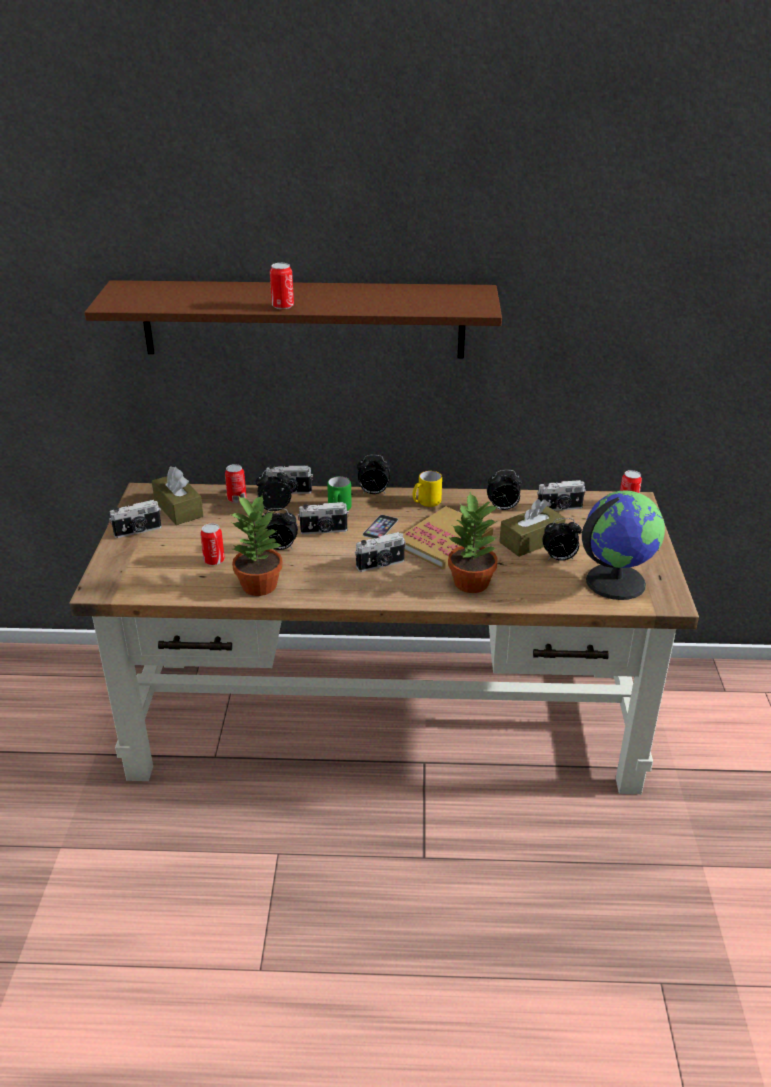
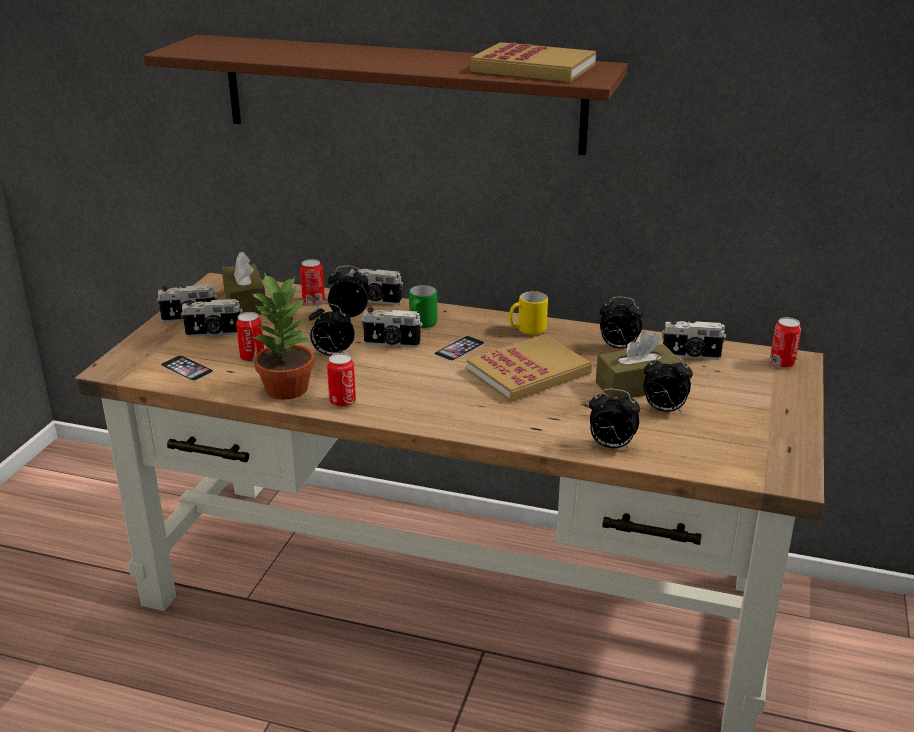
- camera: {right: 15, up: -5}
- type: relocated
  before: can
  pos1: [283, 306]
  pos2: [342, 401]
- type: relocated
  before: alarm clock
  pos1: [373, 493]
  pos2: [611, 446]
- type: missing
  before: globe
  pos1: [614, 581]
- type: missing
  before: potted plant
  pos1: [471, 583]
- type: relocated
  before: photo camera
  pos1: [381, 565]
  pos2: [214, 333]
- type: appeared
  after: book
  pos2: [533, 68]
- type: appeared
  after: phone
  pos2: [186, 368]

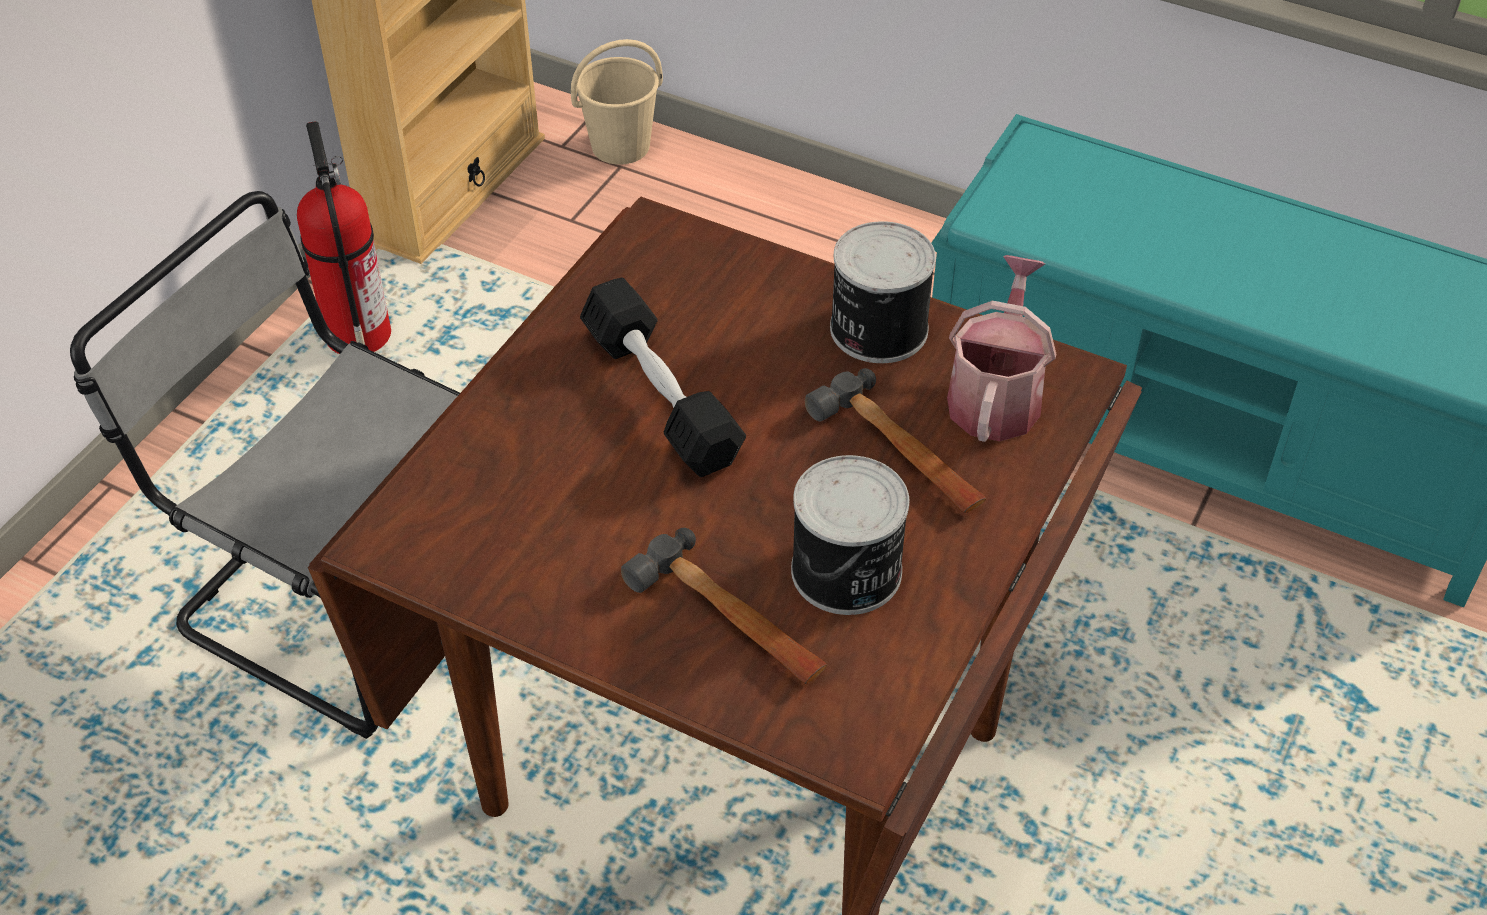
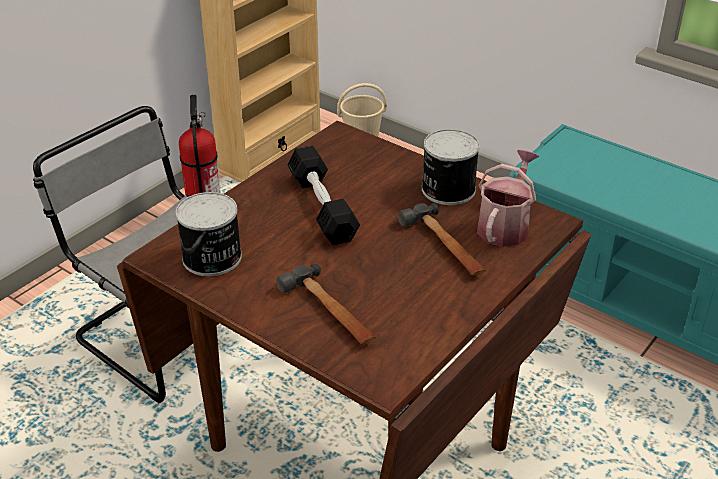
- camera: {right: 10, up: -10}
- type: relocated
  before: can
  pos1: [848, 573]
  pos2: [212, 258]

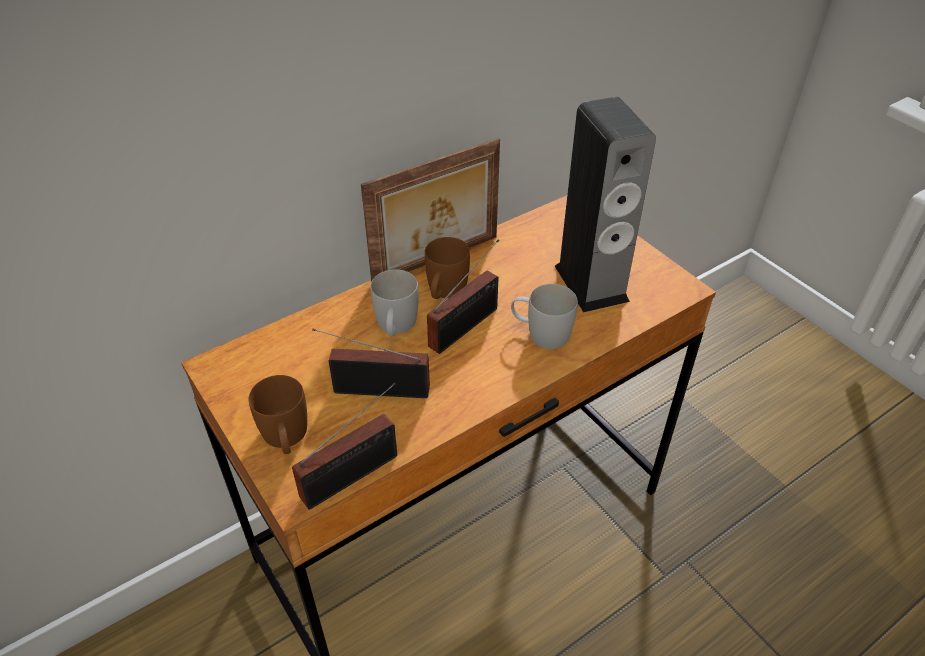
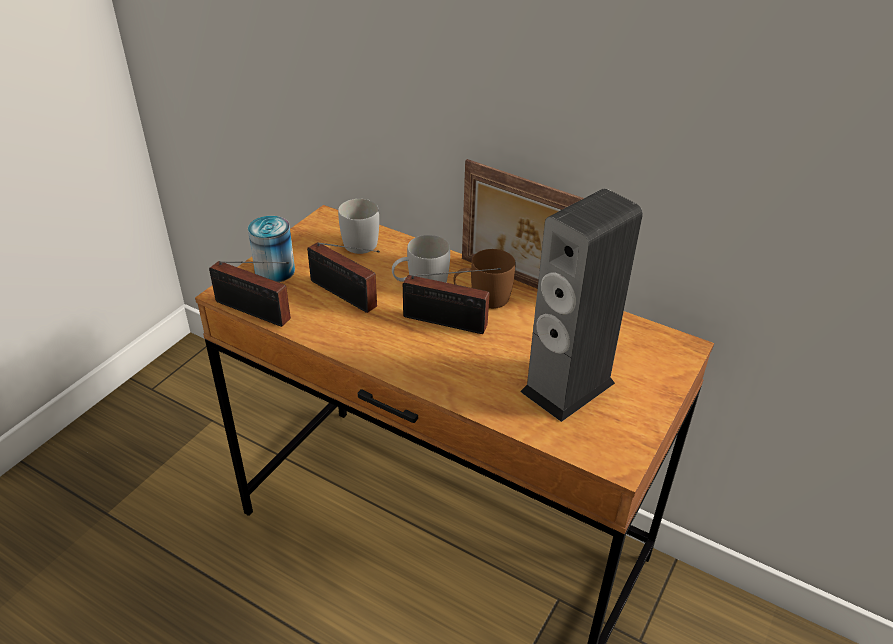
- camera: {right: 65, up: -5}
- type: relocated
  before: white mug
  pos1: [540, 333]
  pos2: [361, 240]
- type: spun
  before: radio
  pos1: [376, 388]
  pos2: [346, 296]
  turn: 150
- type: exchanged
  before: brown mug
  after: can
  pos1: [286, 439]
  pos2: [275, 271]

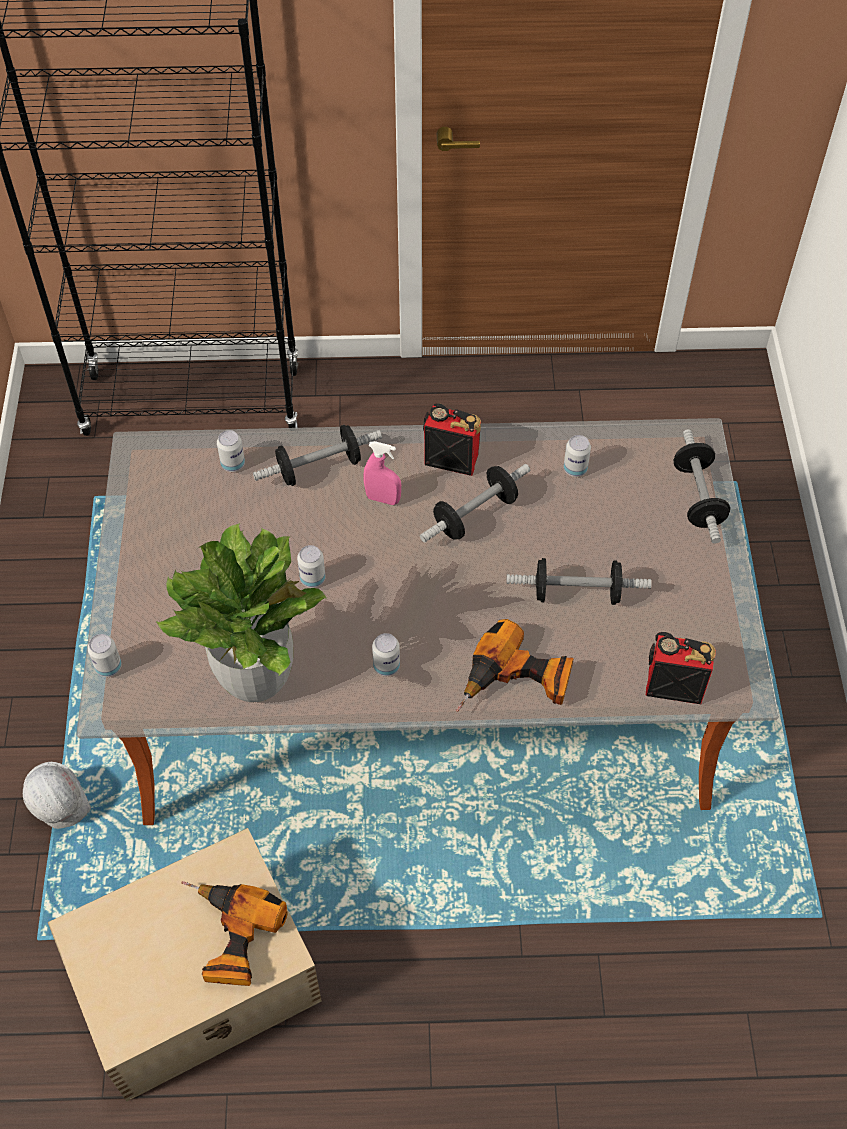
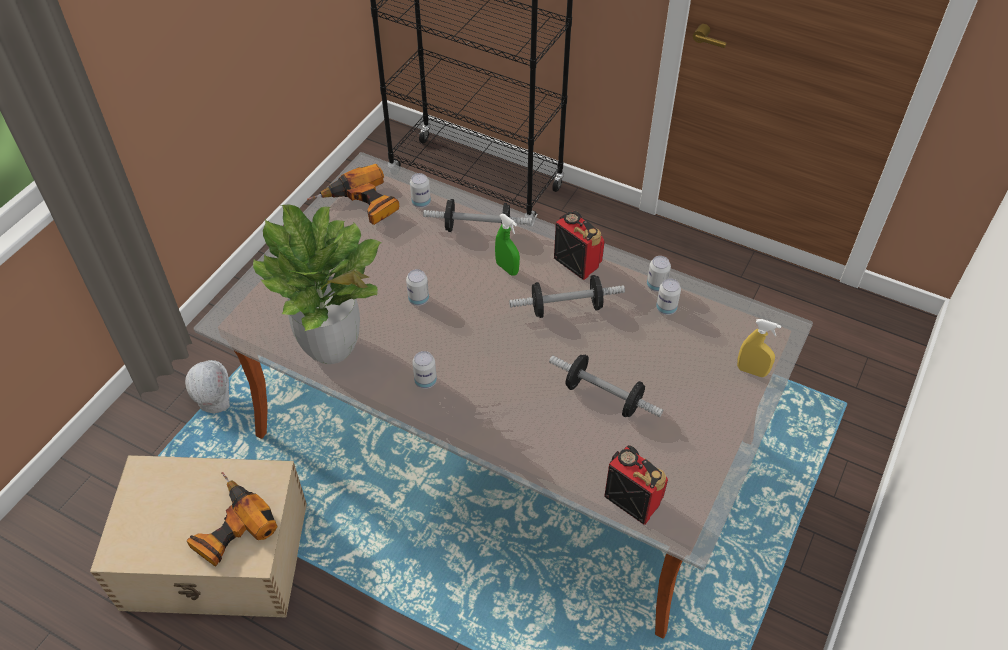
- camera: {right: 30, up: -5}
- type: exchanged
  before: dumbbell
  after: yellow spray bottle
  pos1: [698, 497]
  pos2: [751, 371]
- type: colour
  before: pink spray bottle
  after: green spray bottle
  pos1: [383, 499]
  pos2: [507, 268]
- type: relocated
  before: power drill
  pos1: [517, 683]
  pos2: [361, 205]
- type: relocated
  before: can
  pos1: [108, 667]
  pos2: [656, 286]

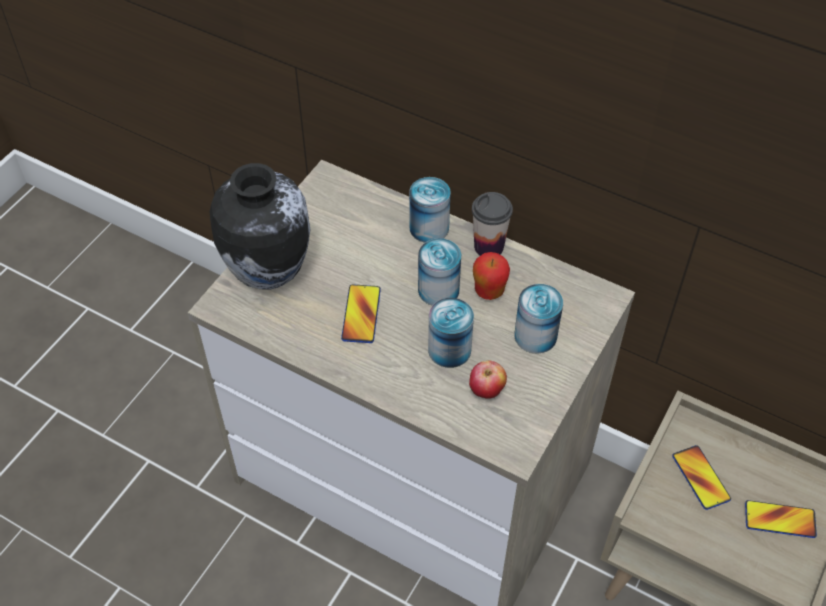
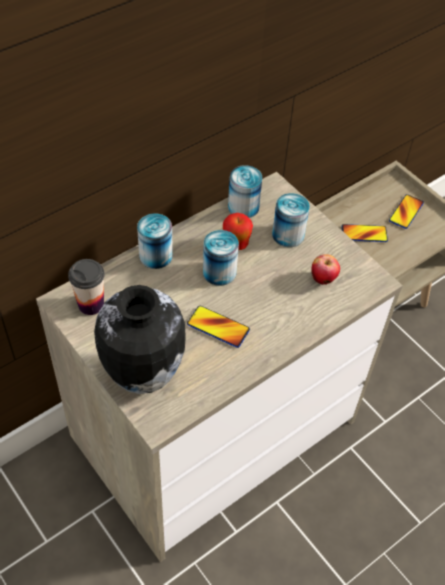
- camera: {right: -70, up: 0}
- type: relocated
  before: cup
  pos1: [488, 246]
  pos2: [91, 304]
- type: relocated
  before: can
  pos1: [449, 349]
  pos2: [243, 207]

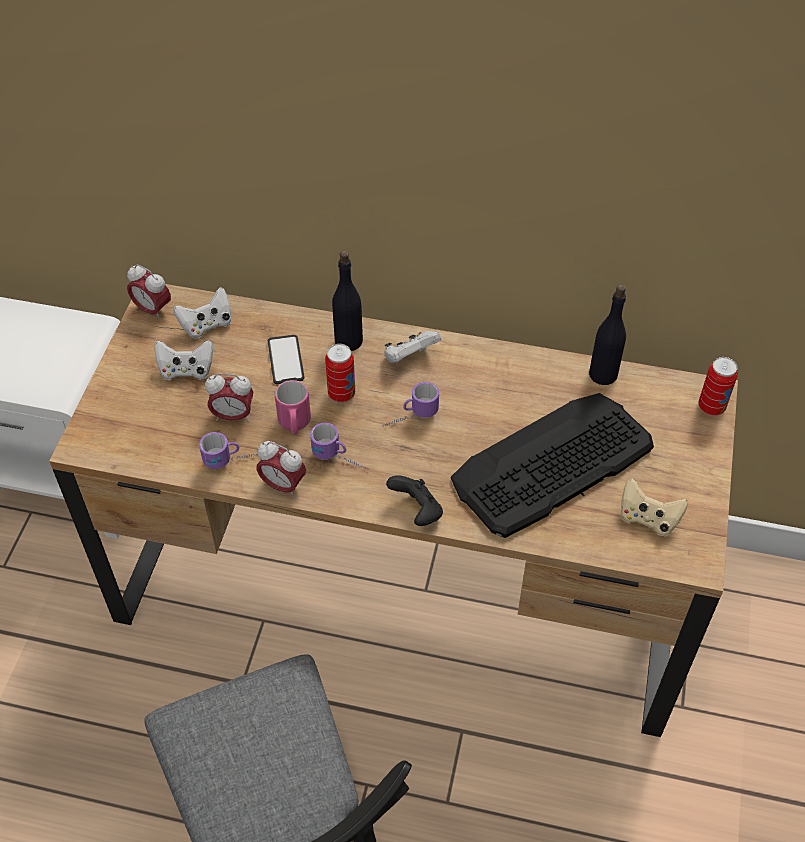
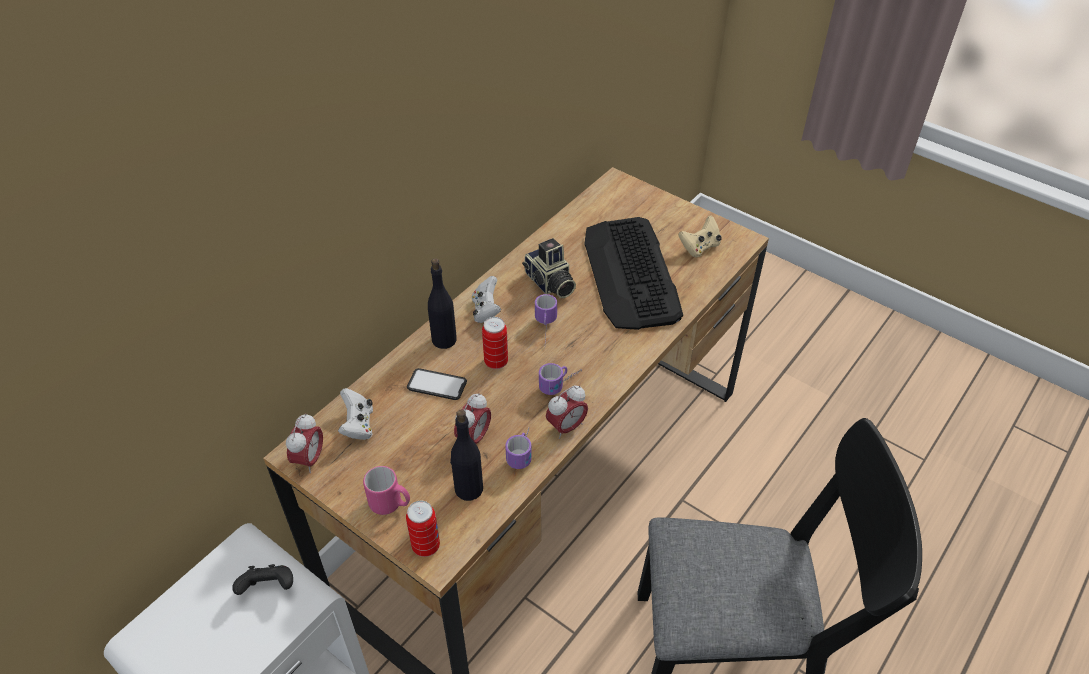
- camera: {right: -65, up: -5}
- type: spun
  before: alarm clock
  pos1: [153, 310]
  pos2: [309, 459]
  turn: -45
- type: relocated
  before: black bottle
  pos1: [603, 374]
  pos2: [468, 489]
- type: missing
  before: white game controller
  pos1: [186, 370]
- type: relocated
  before: can
  pos1: [711, 407]
  pos2: [426, 546]
- type: relocated
  before: pink mug
  pos1: [294, 424]
  pos2: [390, 504]
- type: relocated
  before: black game controller
  pos1: [417, 511]
  pos2: [269, 587]
- type: appeared
  after: photo camera
  pos2: [549, 283]

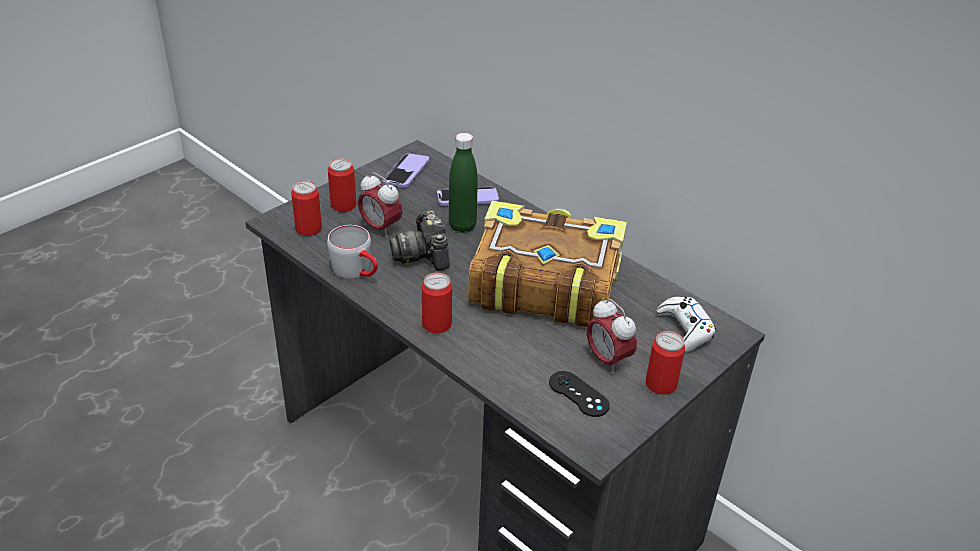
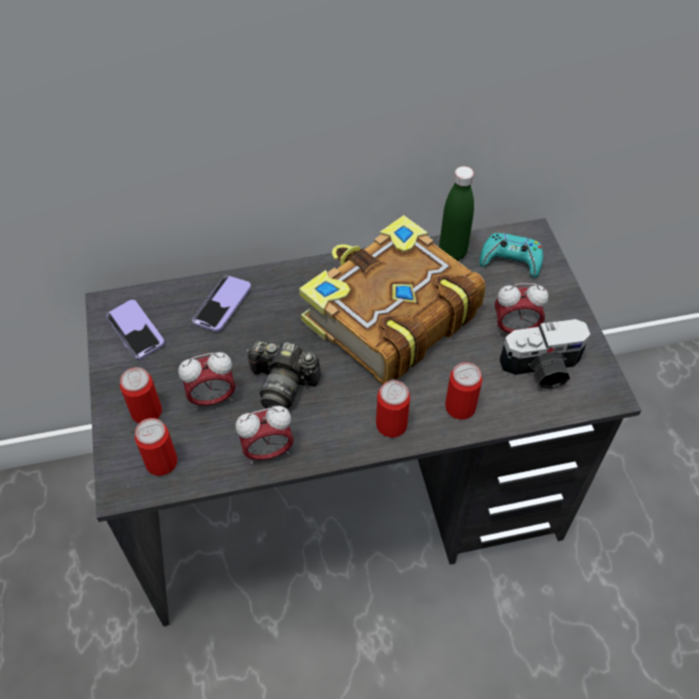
- camera: {right: -55, up: 15}
- type: relocated
  before: green bottle
  pos1: [462, 226]
  pos2: [452, 253]
- type: exchanged
  before: grey mug
  after: alarm clock
  pos1: [357, 272]
  pos2: [268, 451]
- type: colour
  before: white game controller
  after: turquoise game controller
  pos1: [684, 329]
  pos2: [510, 260]
- type: relocated
  before: can
  pos1: [661, 384]
  pos2: [460, 407]
- type: exchanged
  before: black game controller
  after: photo camera
  pos1: [578, 394]
  pos2: [542, 370]

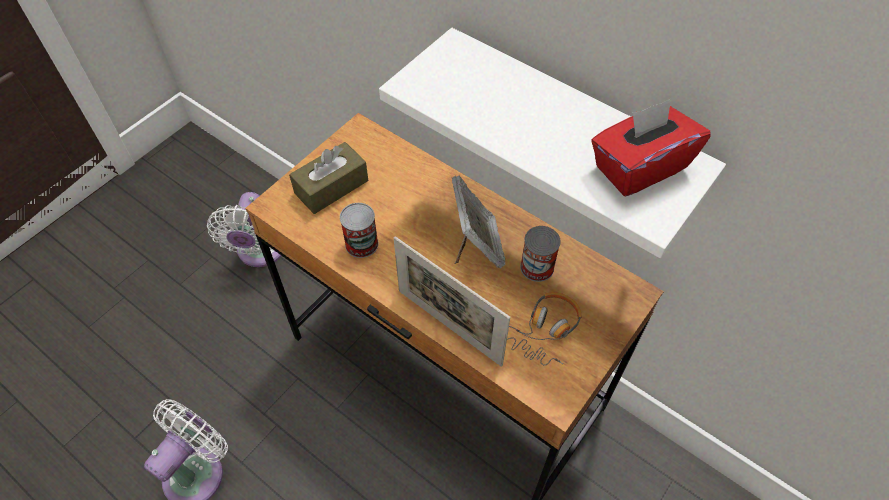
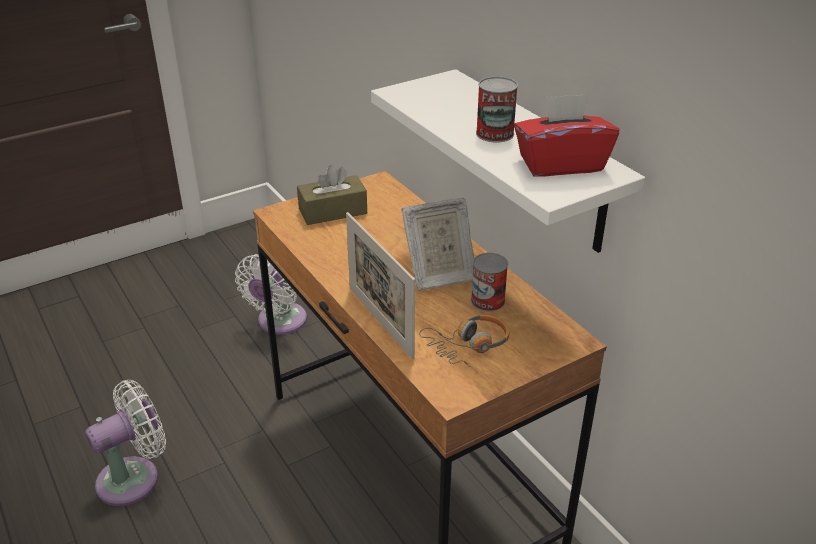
- camera: {right: 20, up: -20}
- type: spun
  before: picture frame
  pos1: [477, 247]
  pos2: [438, 276]
  turn: 60
- type: relocated
  before: can
  pos1: [361, 244]
  pos2: [495, 133]

